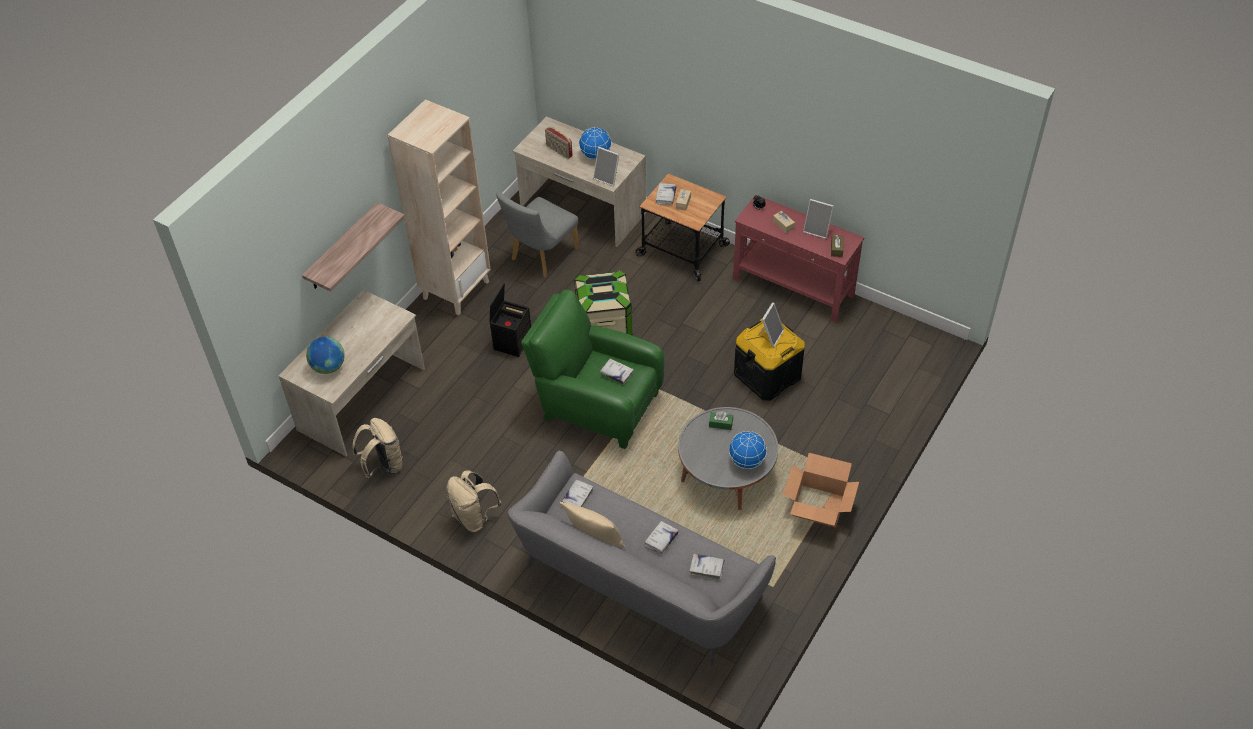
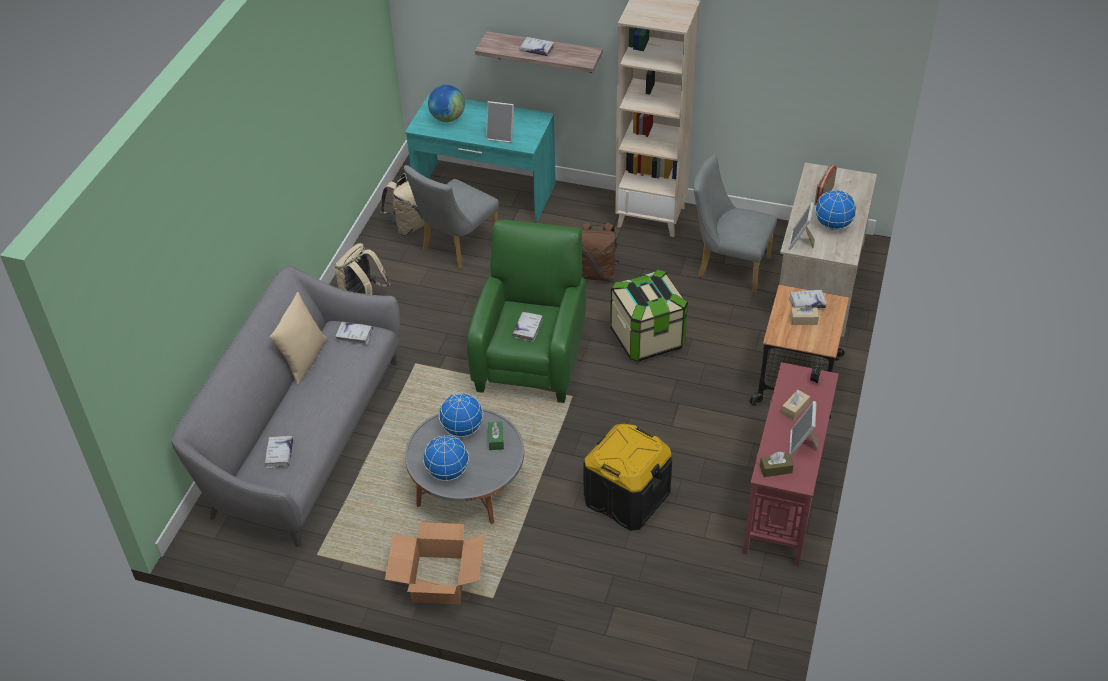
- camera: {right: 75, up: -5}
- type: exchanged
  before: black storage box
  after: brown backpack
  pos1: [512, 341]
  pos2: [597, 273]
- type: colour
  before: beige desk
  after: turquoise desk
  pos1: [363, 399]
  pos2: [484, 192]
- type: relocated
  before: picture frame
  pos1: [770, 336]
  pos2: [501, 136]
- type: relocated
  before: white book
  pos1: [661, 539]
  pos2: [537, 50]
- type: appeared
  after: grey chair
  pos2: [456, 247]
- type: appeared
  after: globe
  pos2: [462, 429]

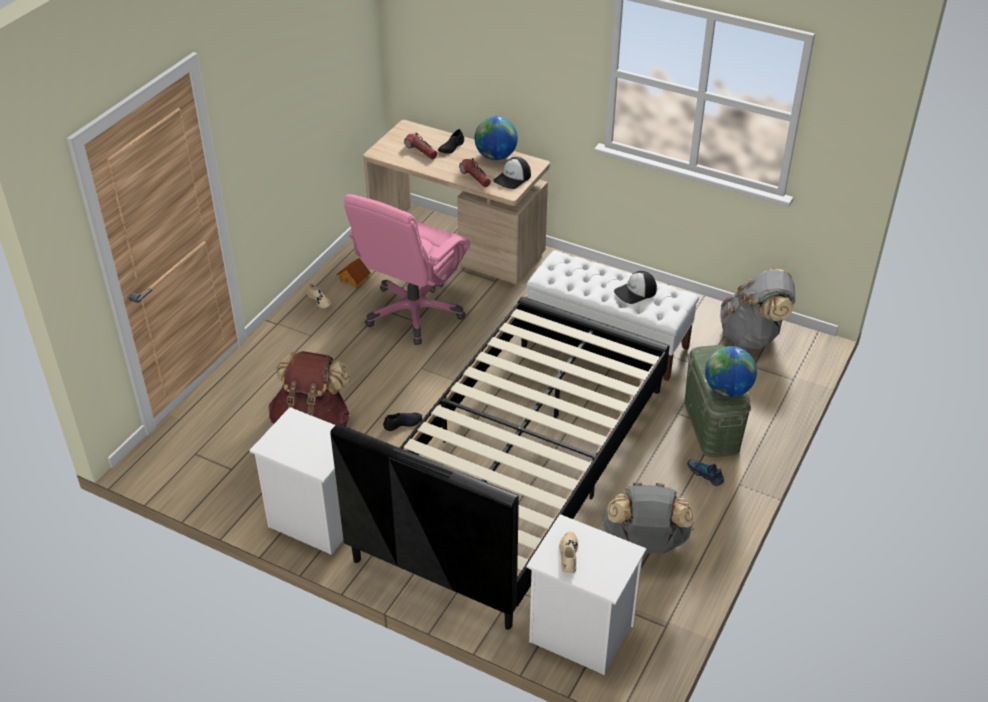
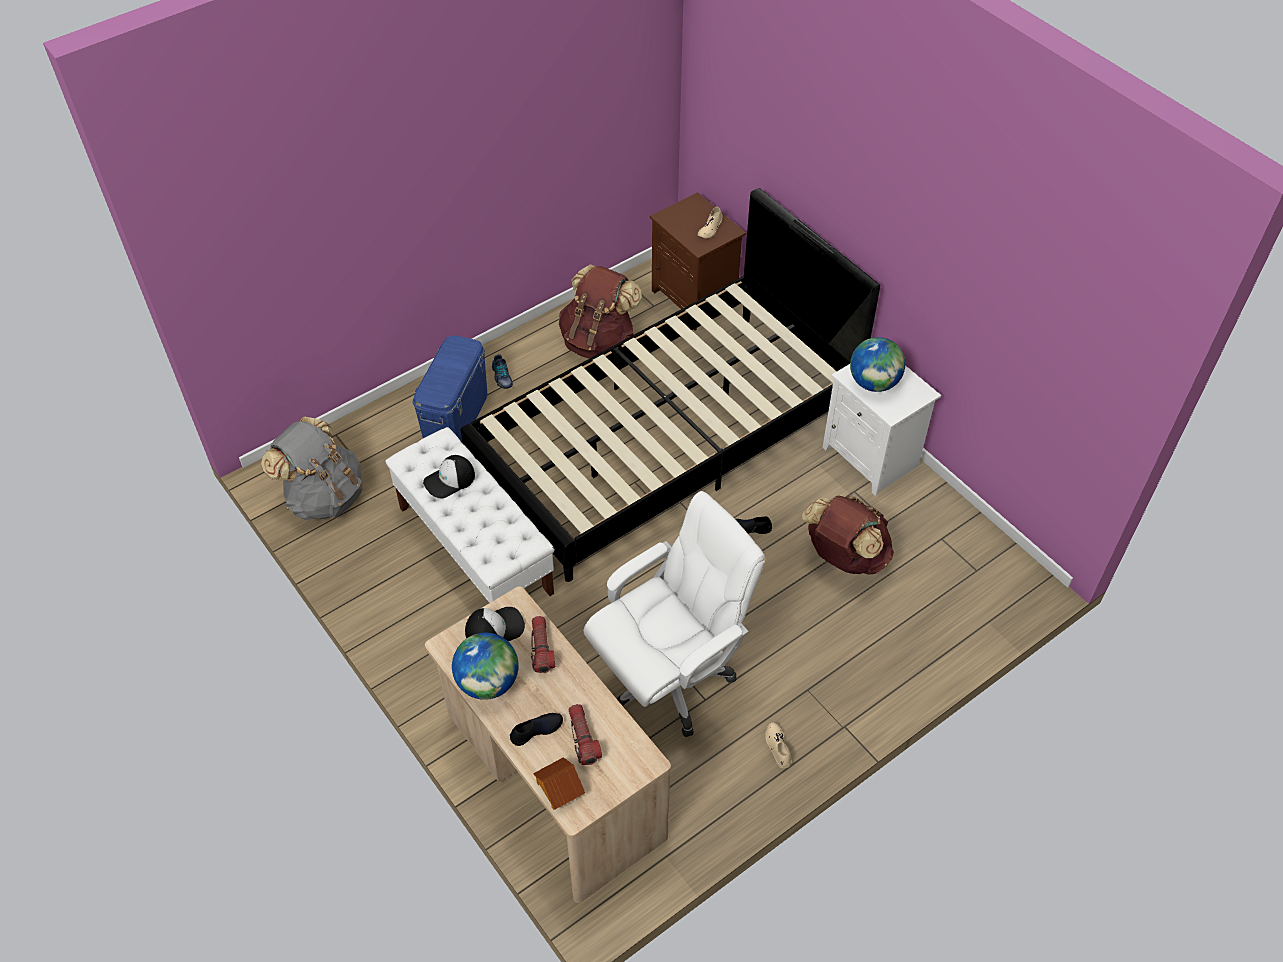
- camera: {right: -155, up: 10}
- type: colour
  before: pink office chair
  after: white office chair
  pos1: [414, 312]
  pos2: [668, 678]
- type: relocated
  before: toy house
  pos1: [354, 279]
  pos2: [558, 788]
- type: spun
  before: cap
  pos1: [635, 292]
  pos2: [449, 480]
  turn: 150
- type: colour
  before: green storage box
  after: blue storage box
  pos1: [711, 425]
  pos2: [456, 417]
- type: relocated
  before: globe
  pos1: [727, 390]
  pos2: [874, 383]
- type: colour
  before: grey backpack
  after: brown backpack
  pos1: [644, 543]
  pos2: [599, 341]
- type: colour
  before: white nightstand
  after: brown nightstand
  pos1: [578, 633]
  pos2: [696, 299]

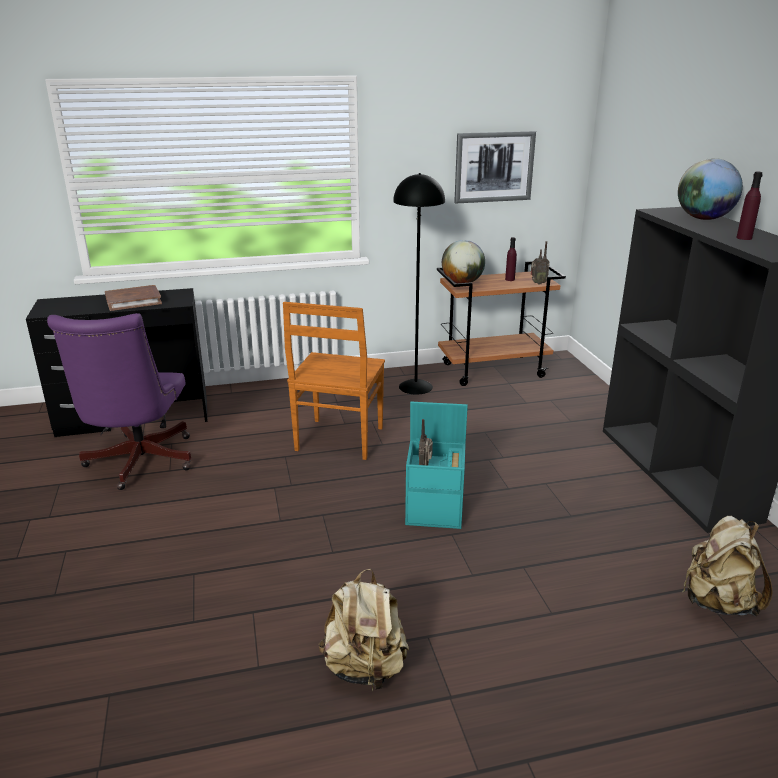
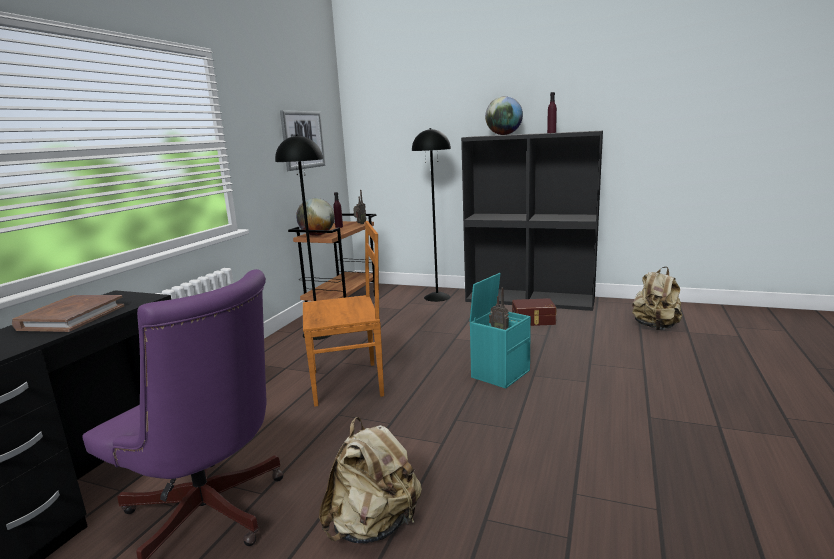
- camera: {right: -55, up: -10}
- type: spun
  before: brown chair
  pos1: [338, 440]
  pos2: [349, 383]
  turn: -60
- type: relocated
  before: beige backpack
  pos1: [365, 668]
  pos2: [374, 526]
- type: appeared
  after: black floor lamp
  pos2: [437, 297]
- type: appeared
  after: brown storage box
  pos2: [533, 320]

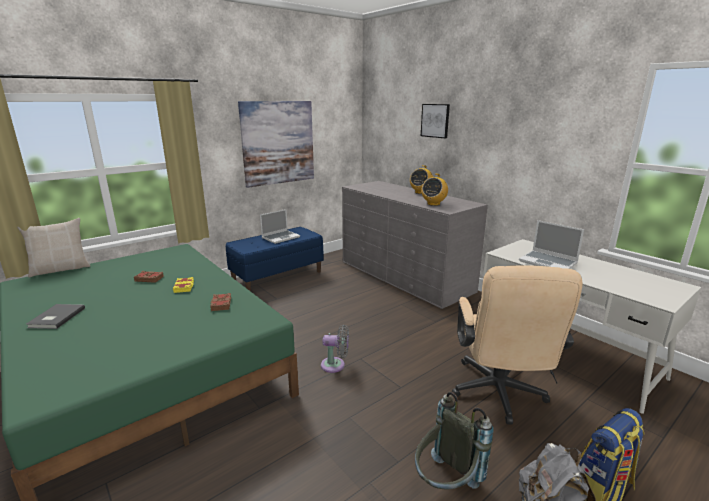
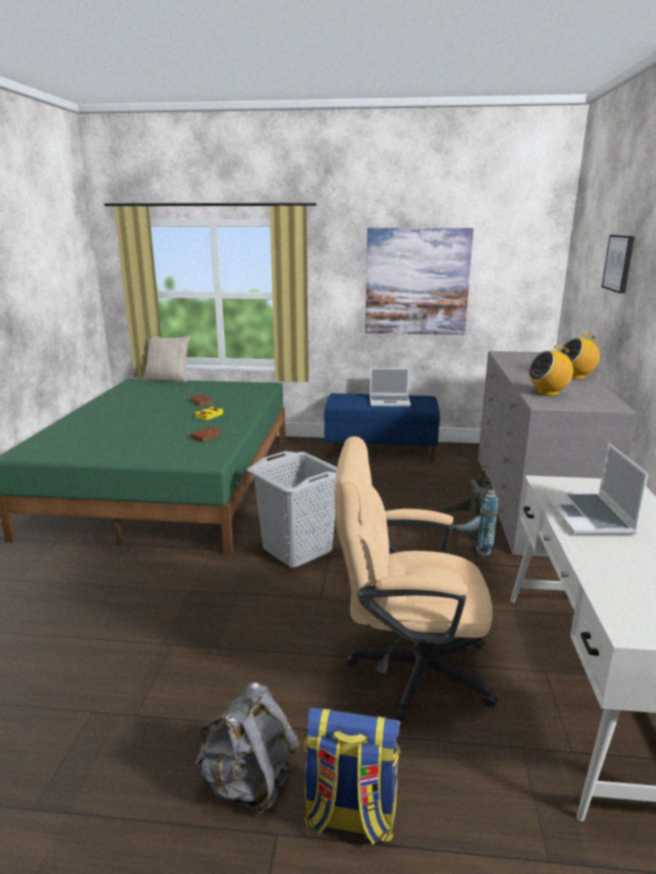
- camera: {right: 45, up: 0}
- type: spun
  before: beige office chair
  pos1: [498, 395]
  pos2: [407, 667]
  turn: 45
- type: missing
  before: grey book
  pos1: [55, 318]
- type: exchanged
  before: grey fan
  after: grey laundry basket
  pos1: [335, 365]
  pos2: [297, 549]
- type: relocated
  before: grey backpack
  pos1: [446, 484]
  pos2: [462, 545]

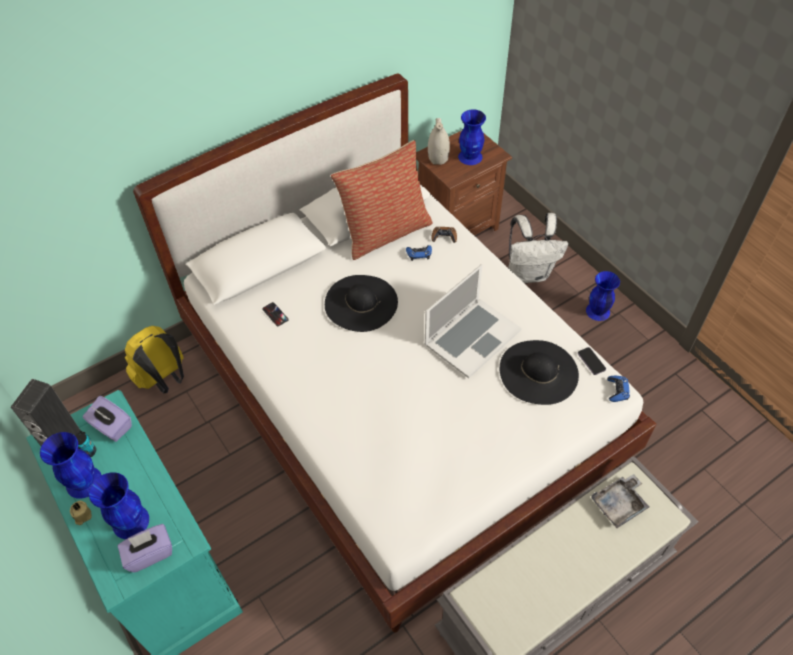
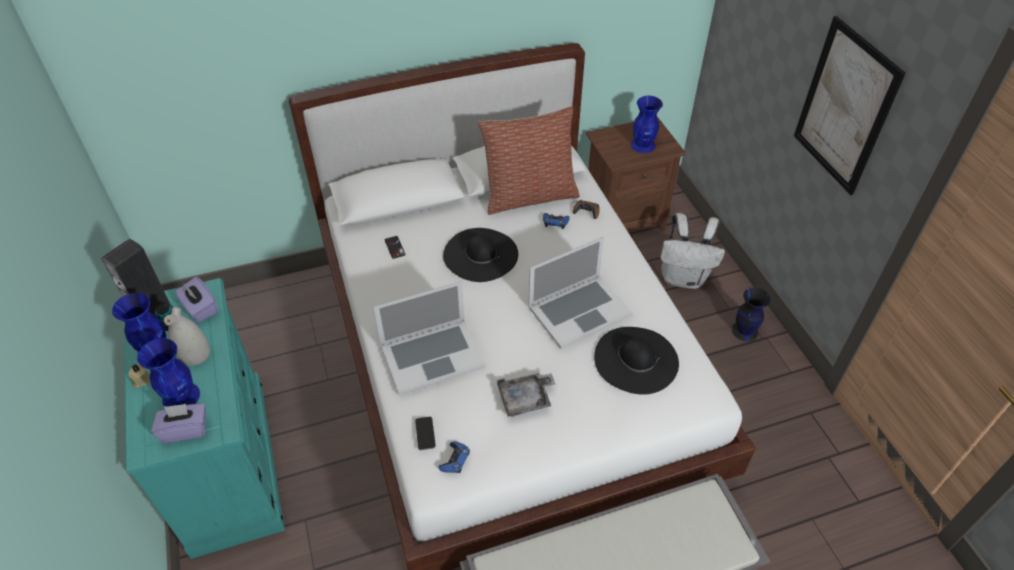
- camera: {right: 15, up: -5}
- type: relocated
  before: white vase
  pos1: [438, 159]
  pos2: [195, 356]
- type: colour
  before: blue vase
  after: black vase
  pos1: [597, 311]
  pos2: [744, 331]
- type: missing
  before: yellow backpack
  pos1: [164, 379]
- type: relocated
  before: phone
  pos1: [591, 361]
  pos2: [425, 434]
- type: relocated
  before: blue game controller
  pos1: [617, 390]
  pos2: [455, 460]
- type: relocated
  before: grey tray
  pos1: [619, 504]
  pos2: [526, 399]
- type: appeared
  after: picture
  pos2: [845, 107]
- type: appeared
  after: laptop
  pos2: [432, 355]

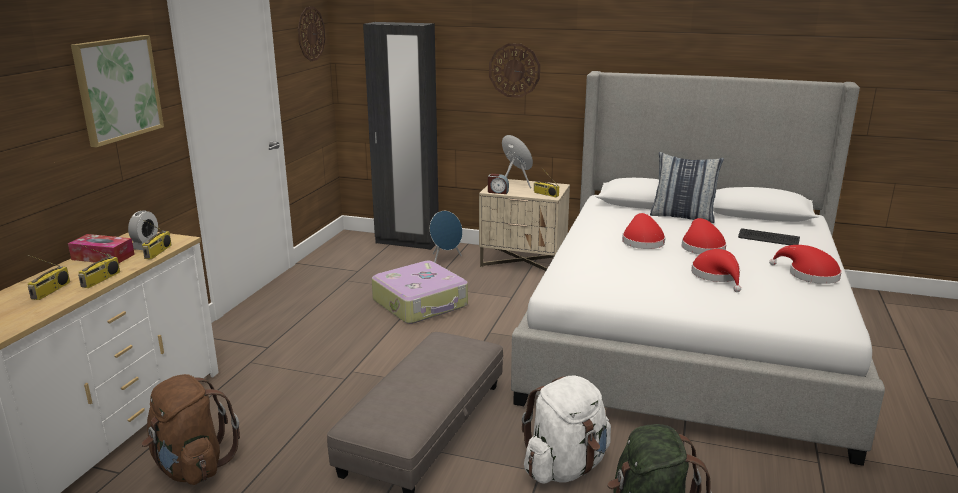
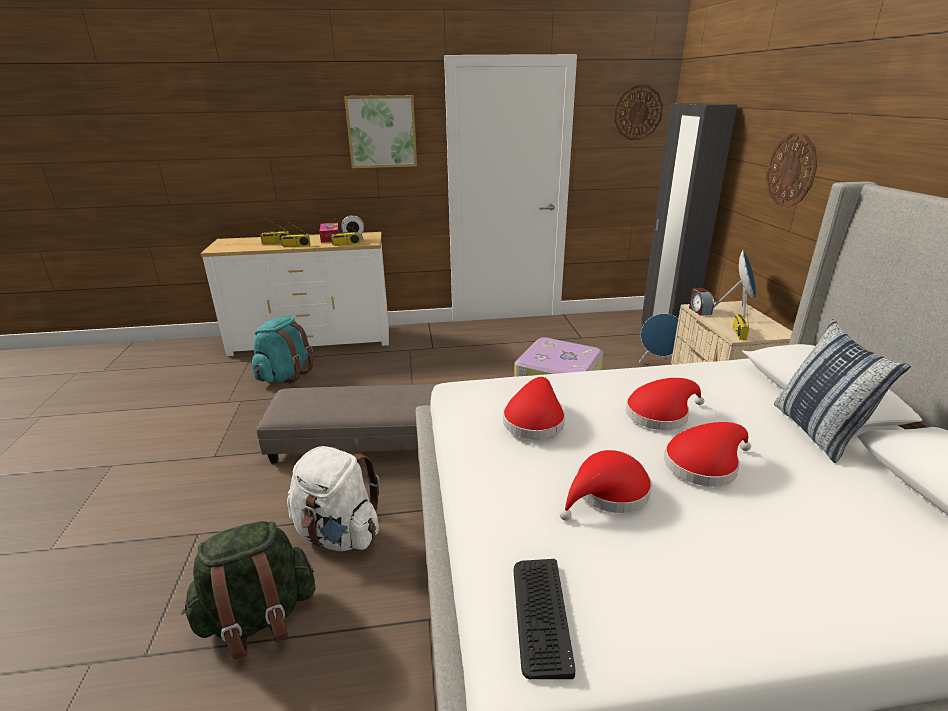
- camera: {right: 65, up: 5}
- type: relocated
  before: keyboard
  pos1: [768, 238]
  pos2: [540, 615]
- type: relocated
  before: red hat
  pos1: [809, 275]
  pos2: [534, 420]
- type: colour
  before: brown backpack
  after: turquoise backpack
  pos1: [191, 467]
  pos2: [285, 375]

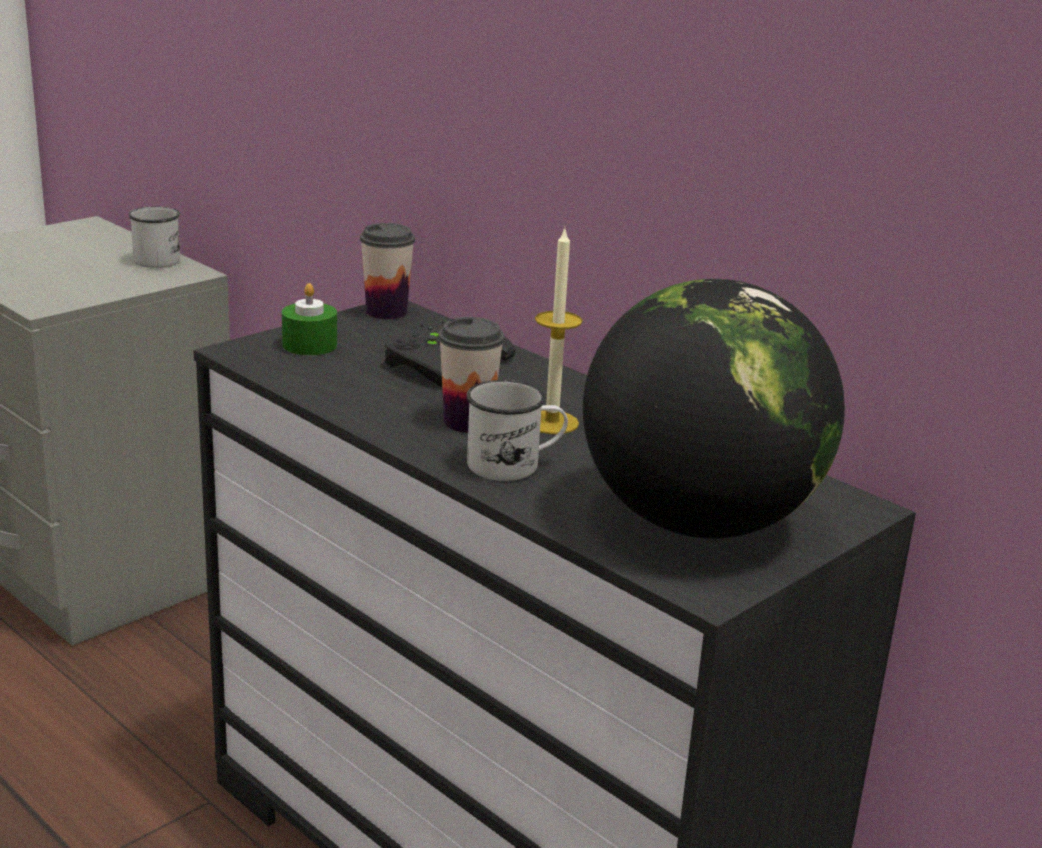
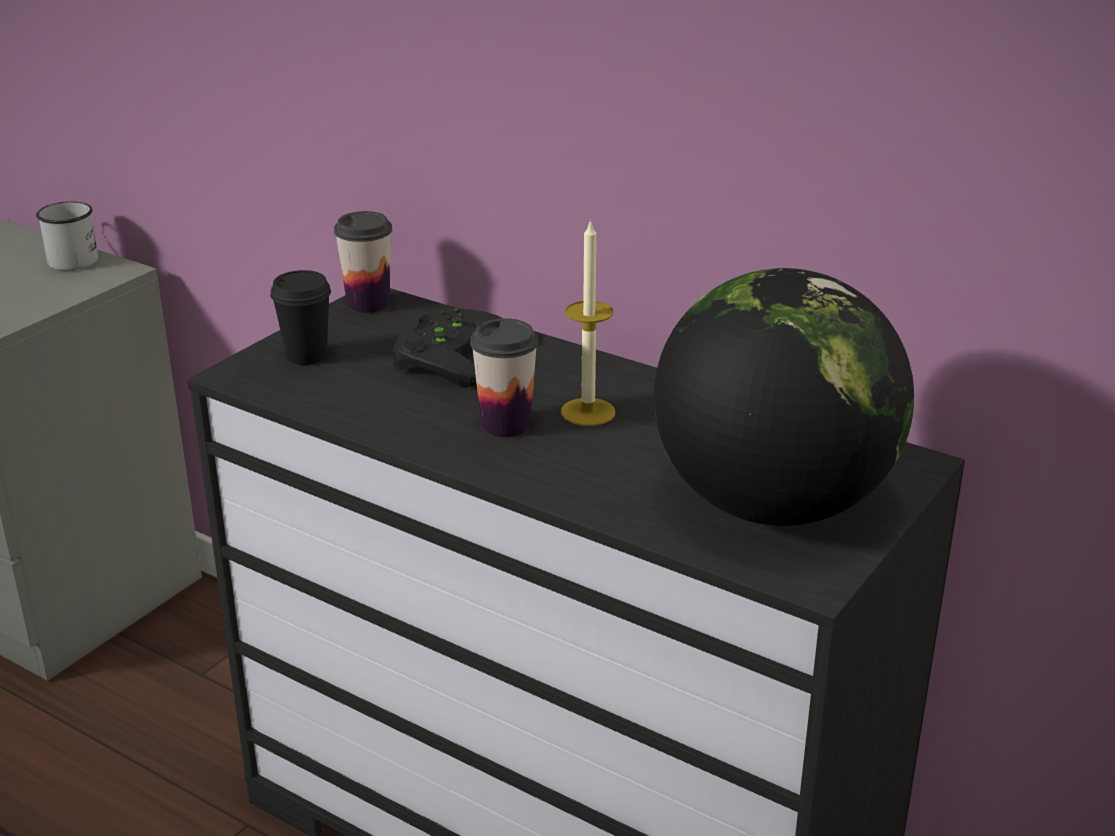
- camera: {right: -10, up: 5}
- type: exchanged
  before: green candle
  after: black cup
  pos1: [309, 345]
  pos2: [306, 356]
- type: missing
  before: white mug
  pos1: [514, 465]

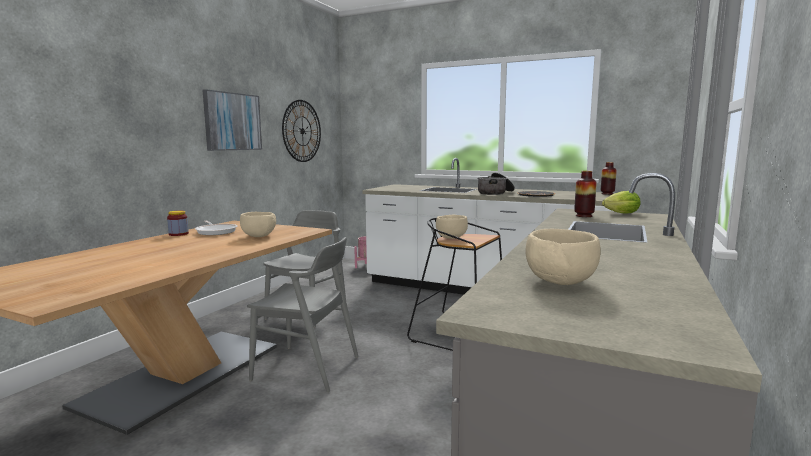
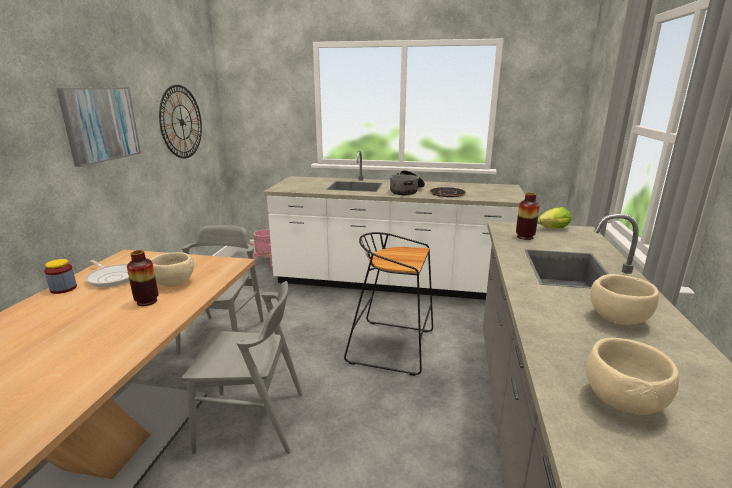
- camera: {right: -15, up: 10}
- type: relocated
  before: vase
  pos1: [607, 194]
  pos2: [147, 301]
- type: relocated
  before: beige bowl
  pos1: [451, 238]
  pos2: [618, 319]

